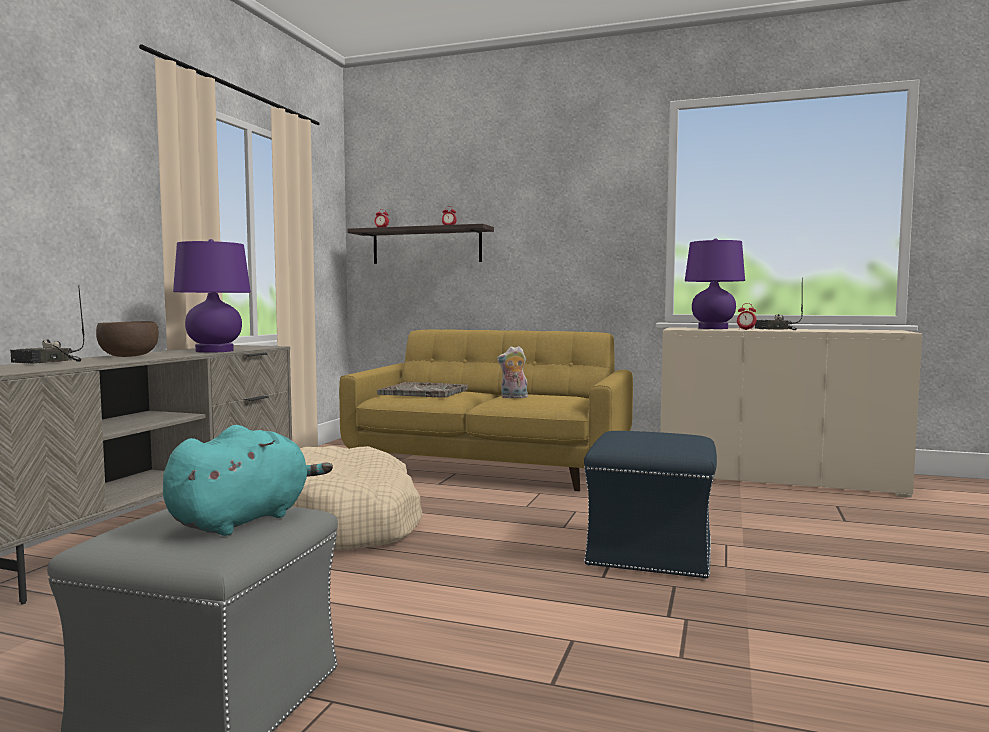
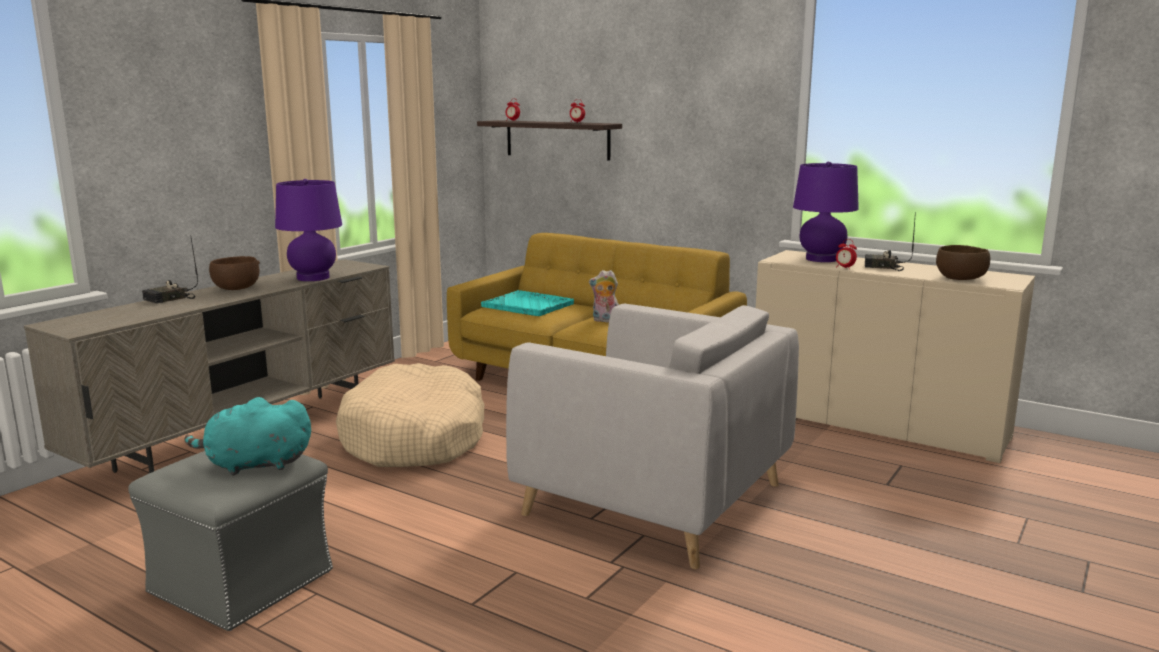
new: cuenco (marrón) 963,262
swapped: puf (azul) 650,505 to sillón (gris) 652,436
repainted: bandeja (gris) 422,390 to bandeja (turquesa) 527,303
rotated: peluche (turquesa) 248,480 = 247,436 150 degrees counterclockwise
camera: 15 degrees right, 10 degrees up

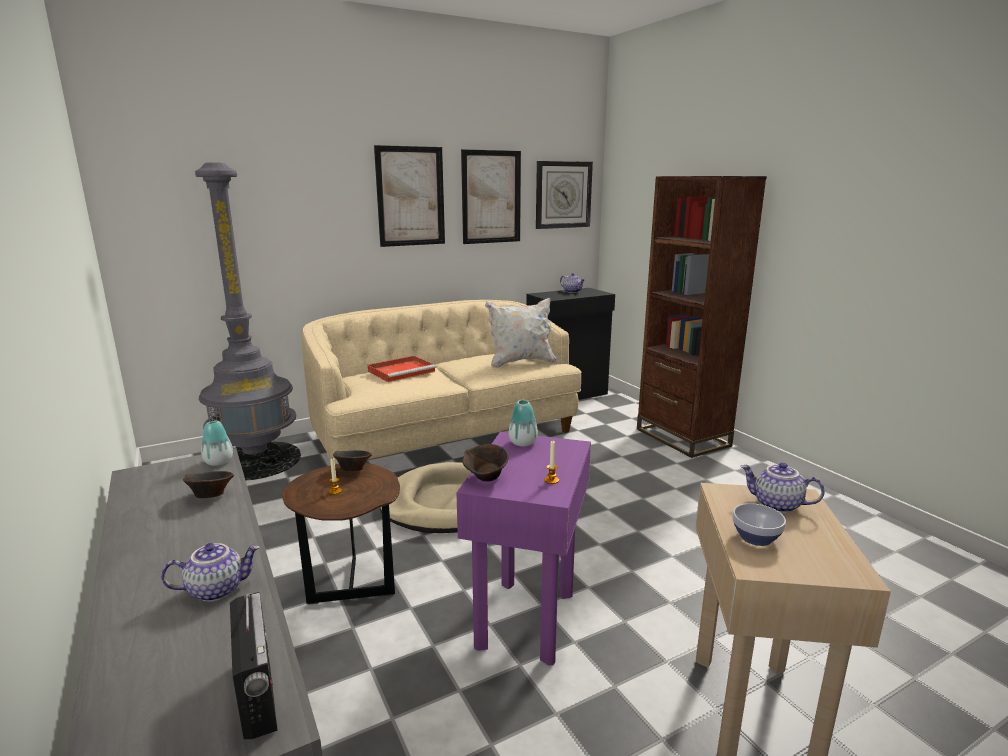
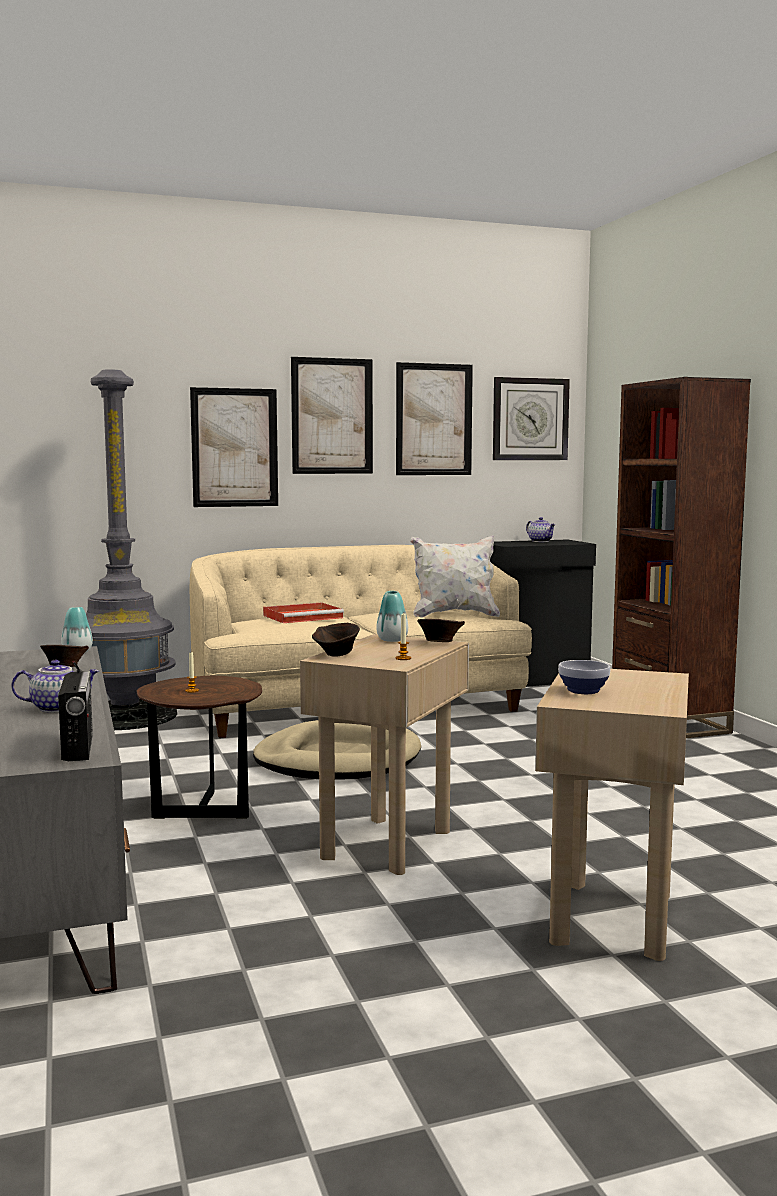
gone: tetera 782,487
new: cuadro 234,447
shifted: cuenco (marrón) 352,460 to 441,630
repainted: mesa auxiliar (morado) 523,548 to mesa auxiliar (beis) 384,754
camera: 10 degrees right, 10 degrees down

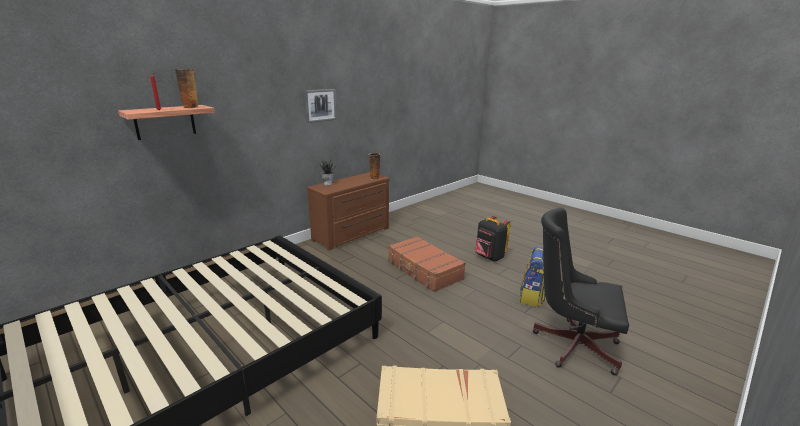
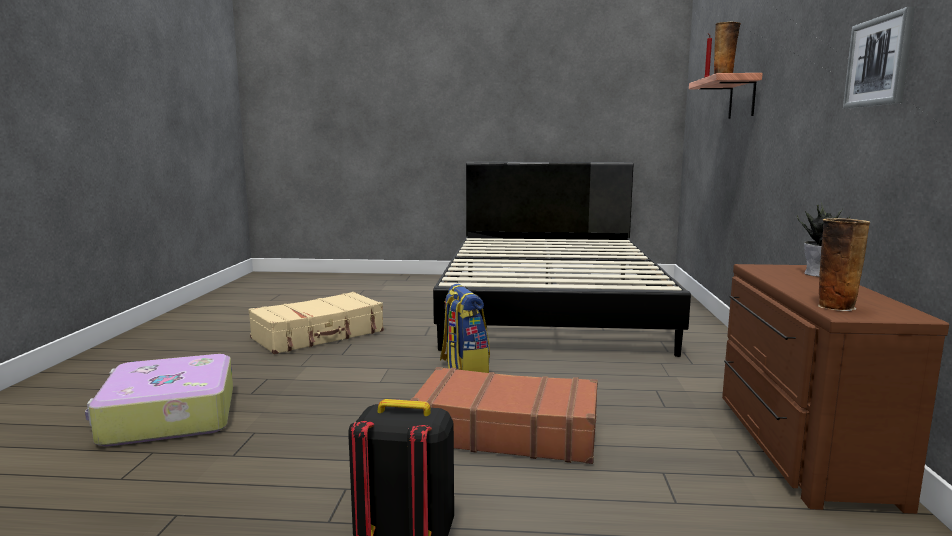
shifted: mochila 533,277 to 465,328
swapped: silla de oficina (negro) 581,291 to maleta 159,400
camera: 140 degrees right, 10 degrees down

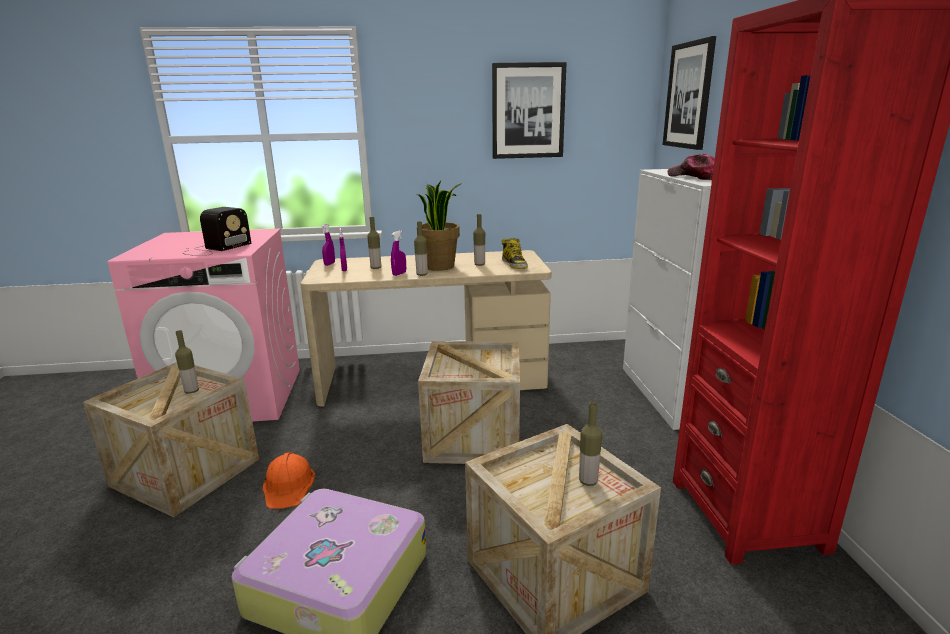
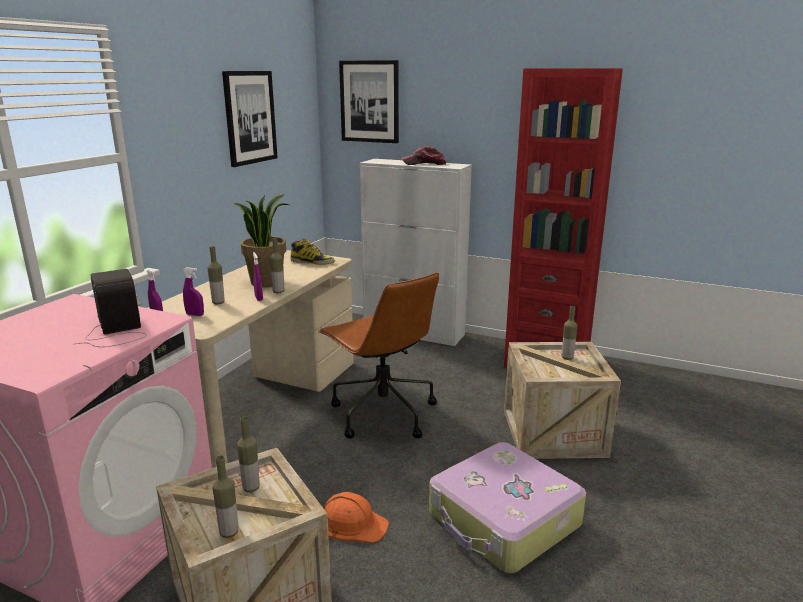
shifted: botella 479,240 to 225,496
swapped: caja de embalaje 469,402 to silla de oficina (marrón) 378,355
camera: 60 degrees left, 0 degrees up

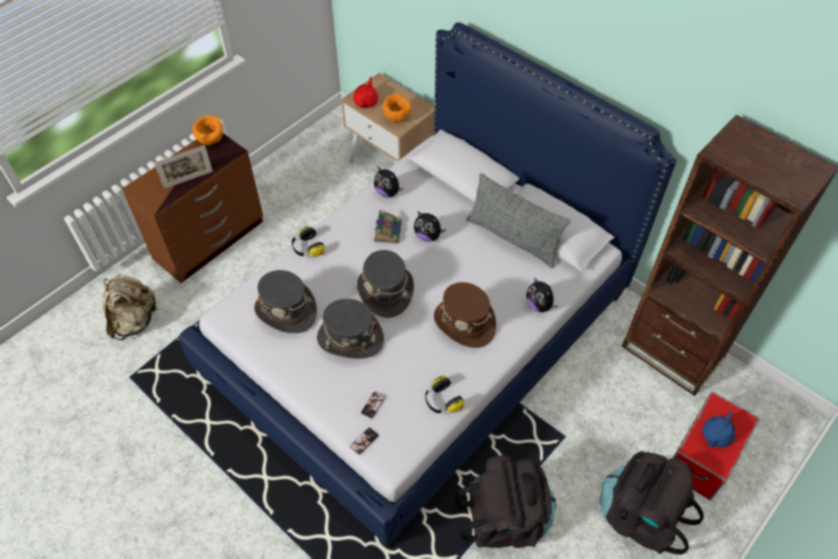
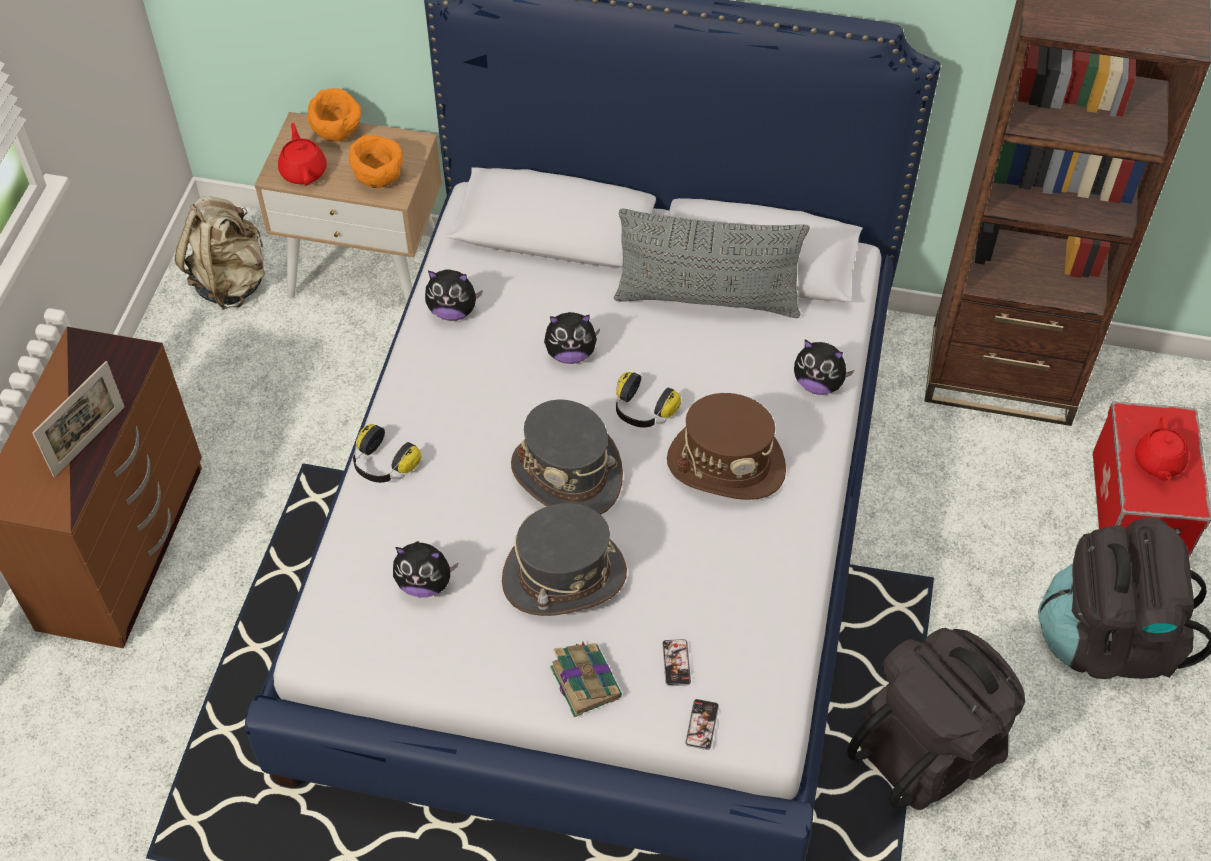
shifted: mochila (beis) 130,307 to 220,253; cuenco (naranja) 207,130 to 334,114; libro 388,227 to 586,679; auriculares 444,395 to 648,400
swapped: sombrero (gris) 285,301 to peluche 426,569
repainted: tetera (azul) 719,429 to tetera (rojo) 1162,449
camera: 30 degrees left, 0 degrees up

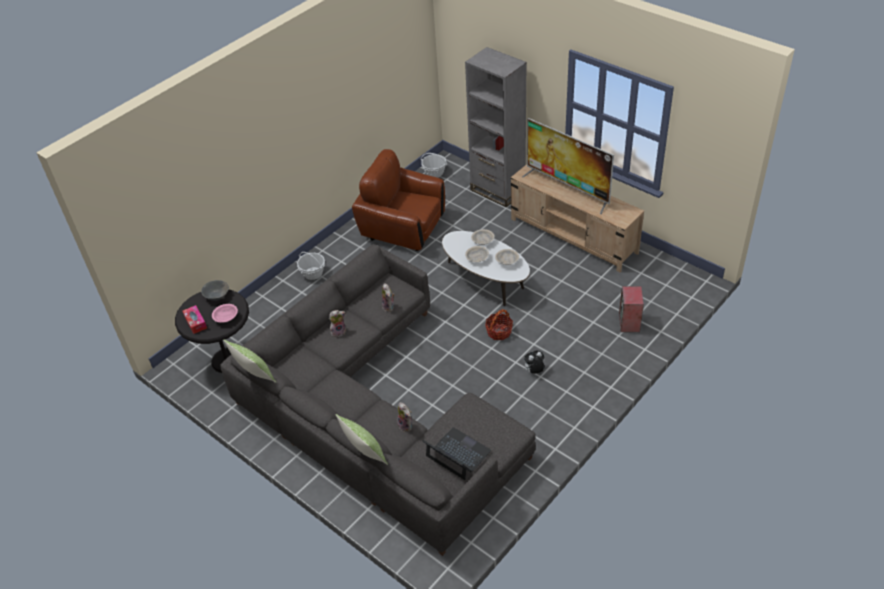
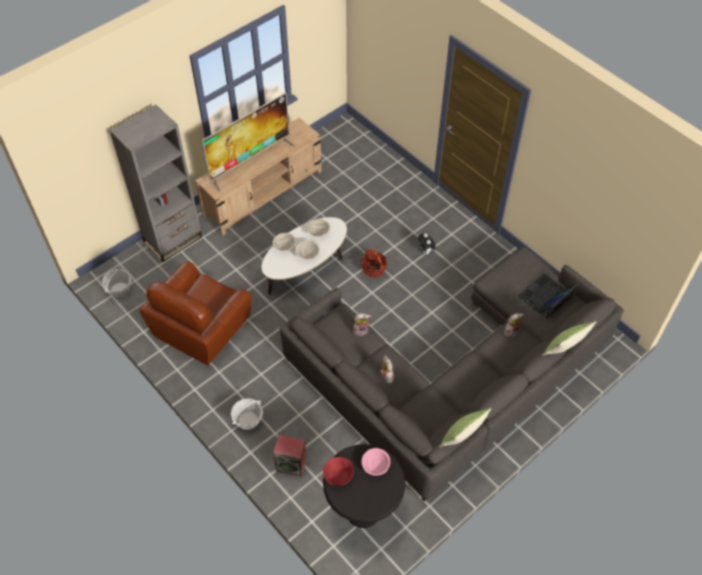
gone: caja de pañuelos 194,319
shifted: altavoz 631,309 to 290,455
repainted: cuenco (gris) 215,290 to cuenco (rojo) 338,471
camera: 85 degrees left, 10 degrees up

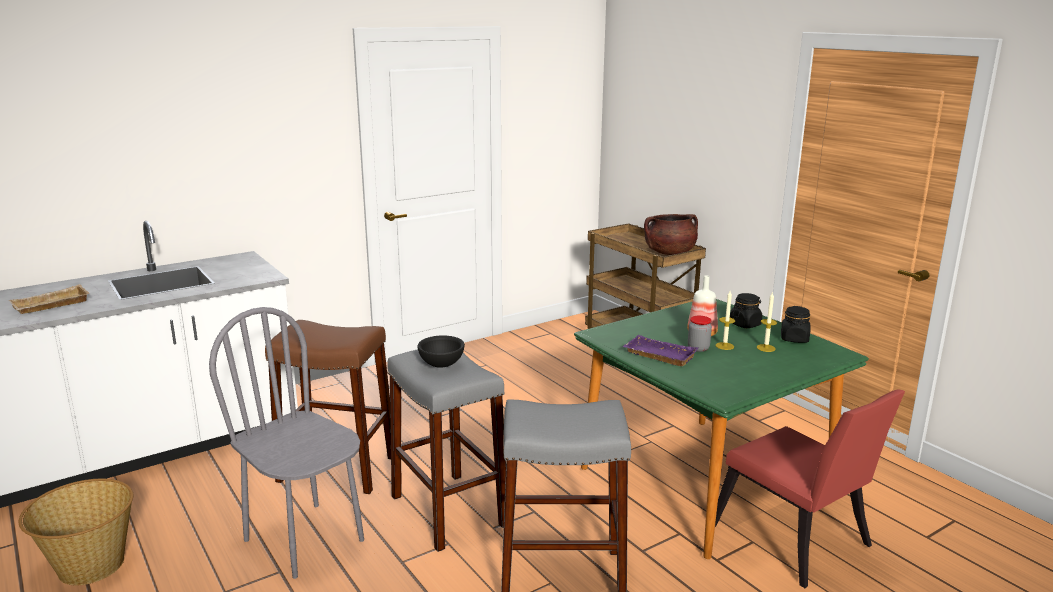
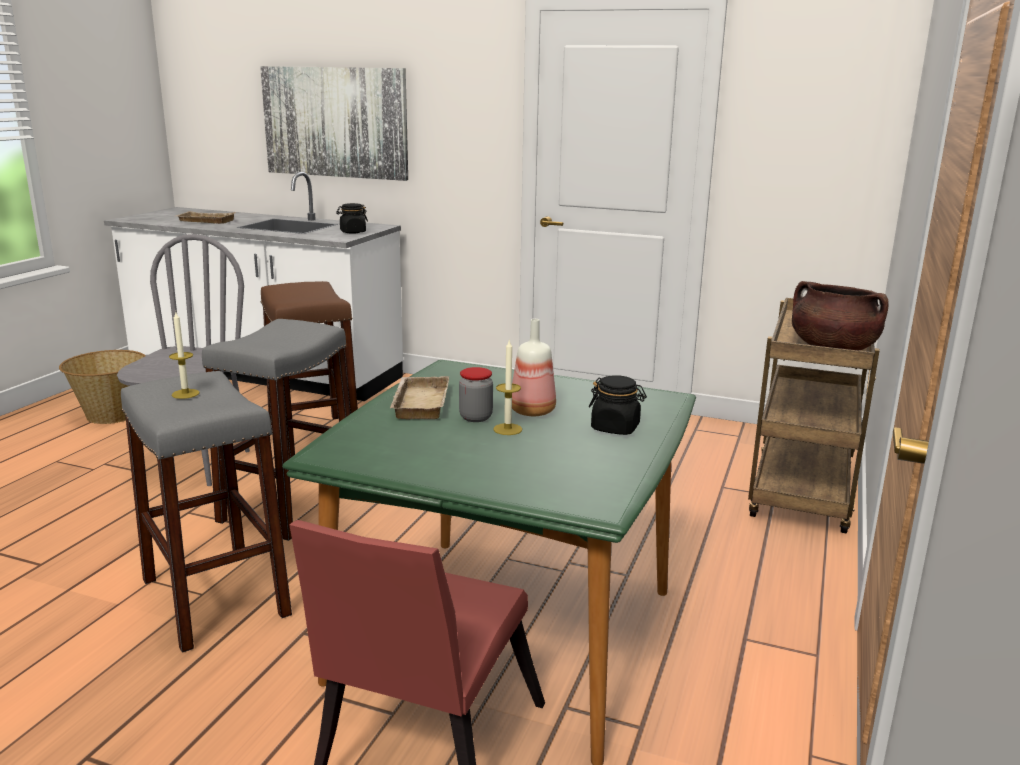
gone: cuenco (negro) 441,351
new: cuadro 334,123
shifted: vela 767,322 to 184,355; tarro (negro) 796,324 to 352,218
repainted: bandeja (morado) 660,350 to bandeja (beis) 419,398
camera: 55 degrees right, 0 degrees up

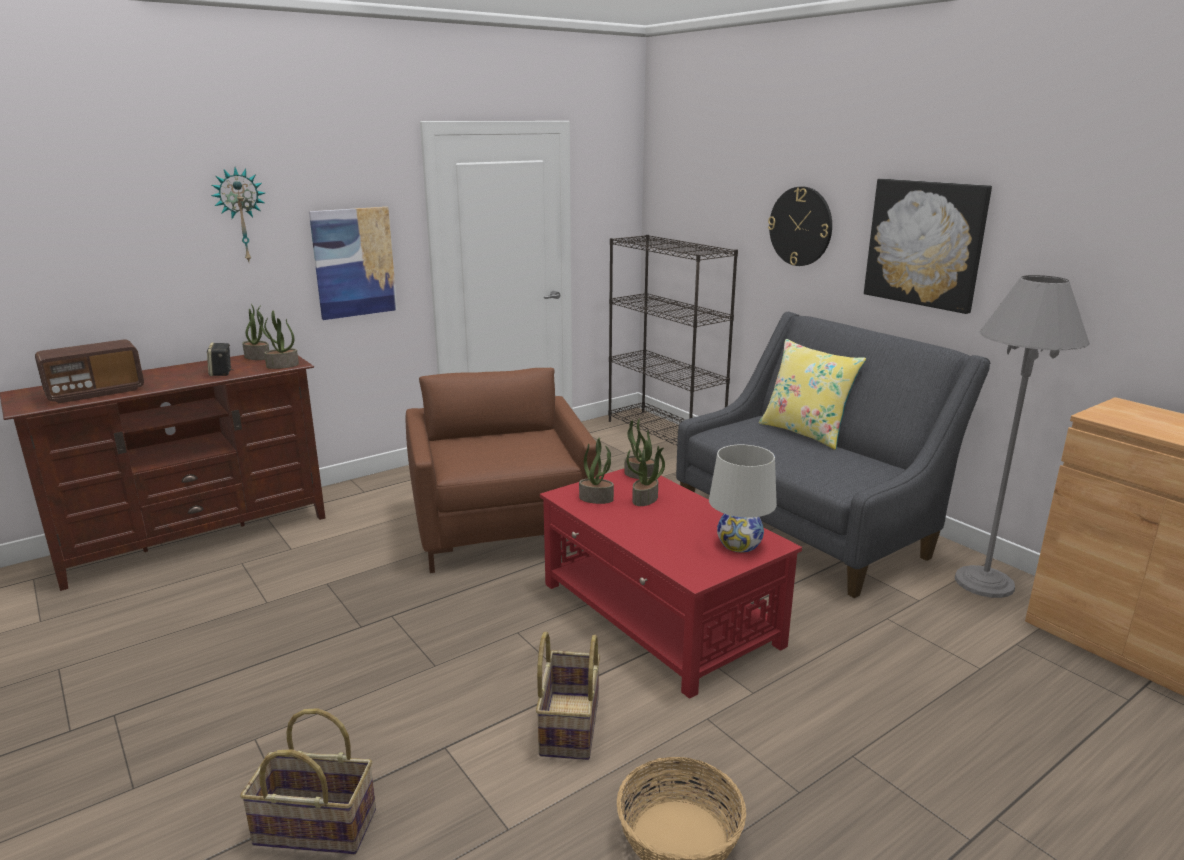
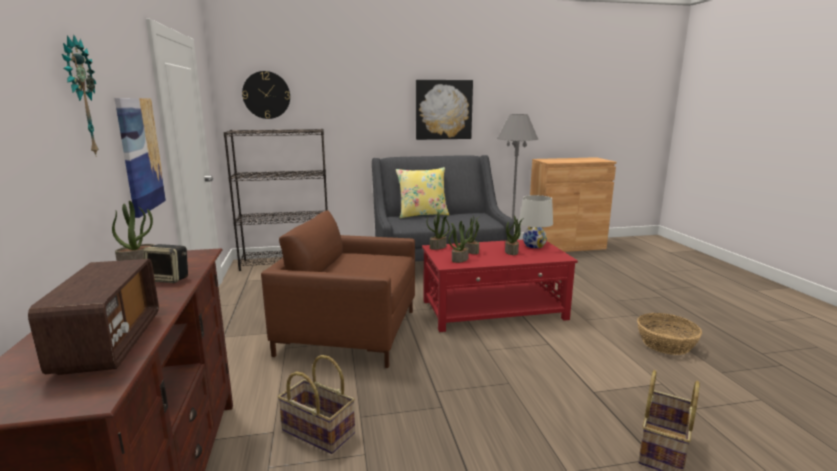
shifted: planta en maceta 279,340 to 514,235; cesta 568,695 to 316,404; reloj de pared 800,226 to 266,95
camera: 65 degrees left, 5 degrees down

